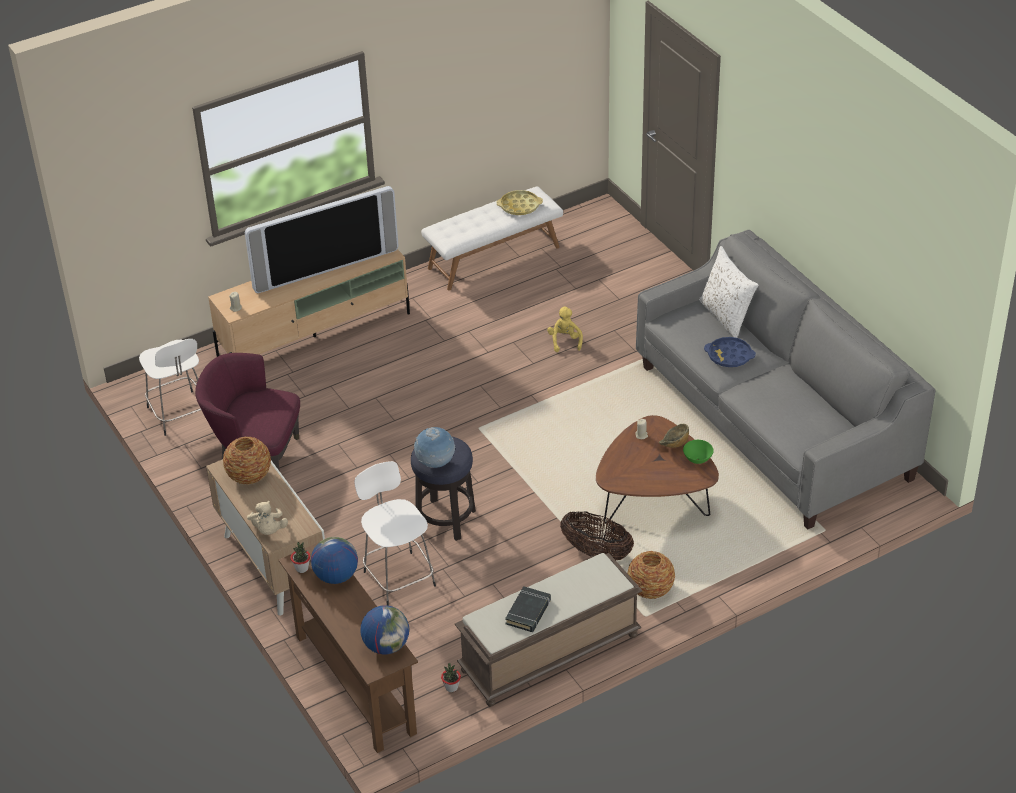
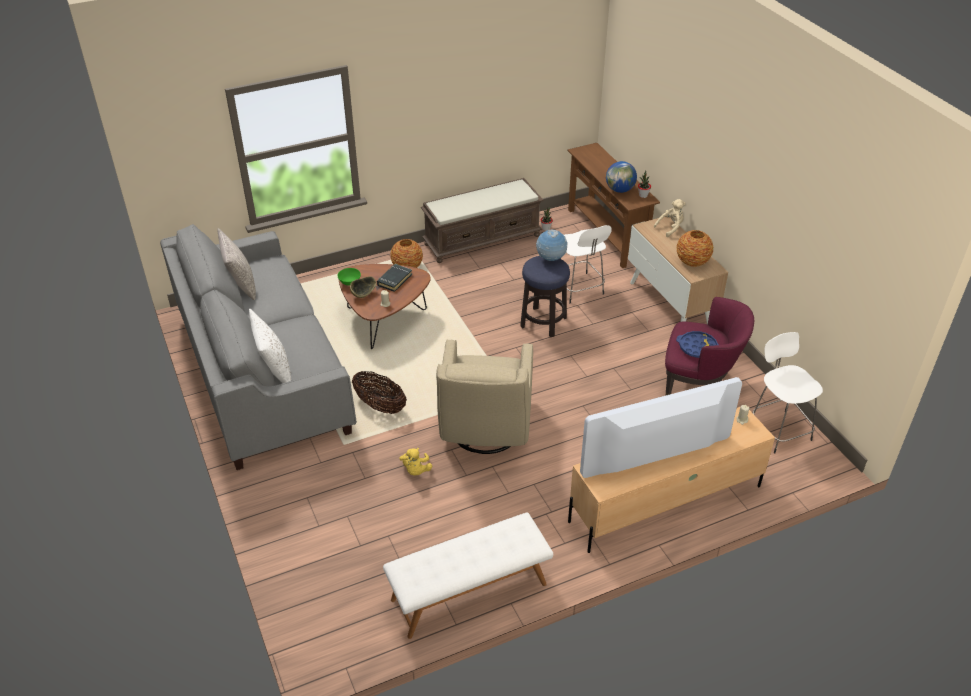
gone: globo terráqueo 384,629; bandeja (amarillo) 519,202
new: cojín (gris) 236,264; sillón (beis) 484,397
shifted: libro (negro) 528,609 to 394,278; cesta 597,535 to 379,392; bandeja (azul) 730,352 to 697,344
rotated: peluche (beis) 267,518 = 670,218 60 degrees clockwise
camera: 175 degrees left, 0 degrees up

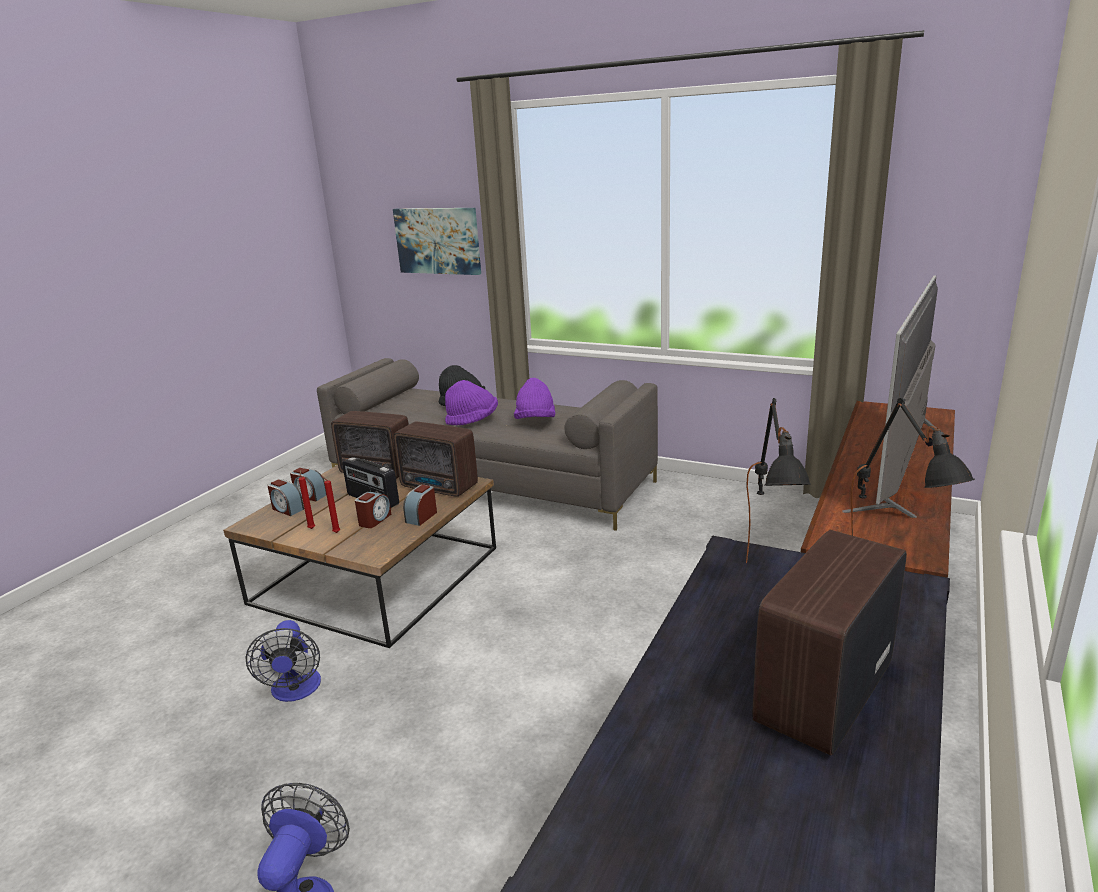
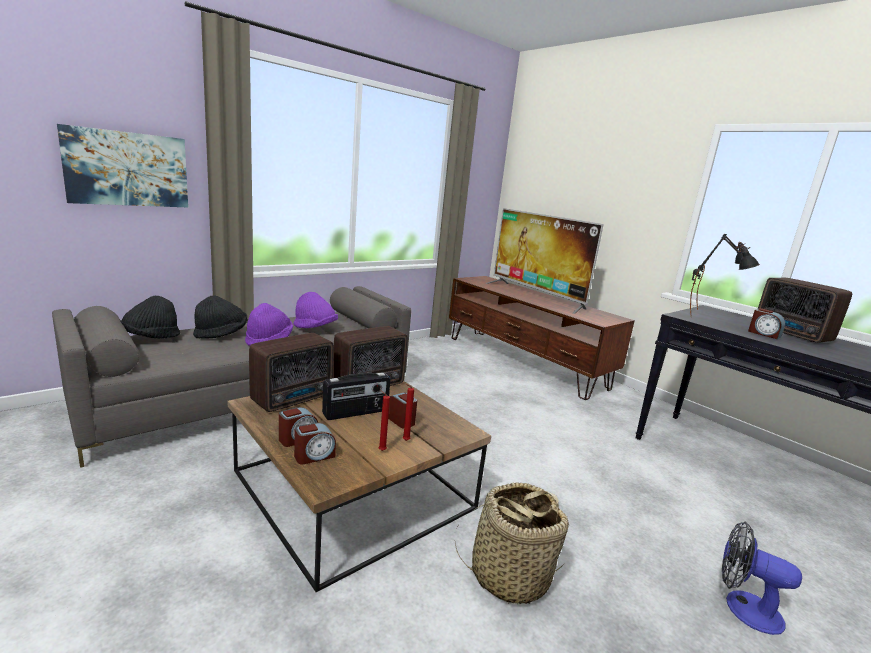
new: sombrero (negro) 150,317
shifted: despertador 420,505 to 766,323
swapped: ventilador 283,661 to cesta 513,543
camera: 70 degrees left, 5 degrees down

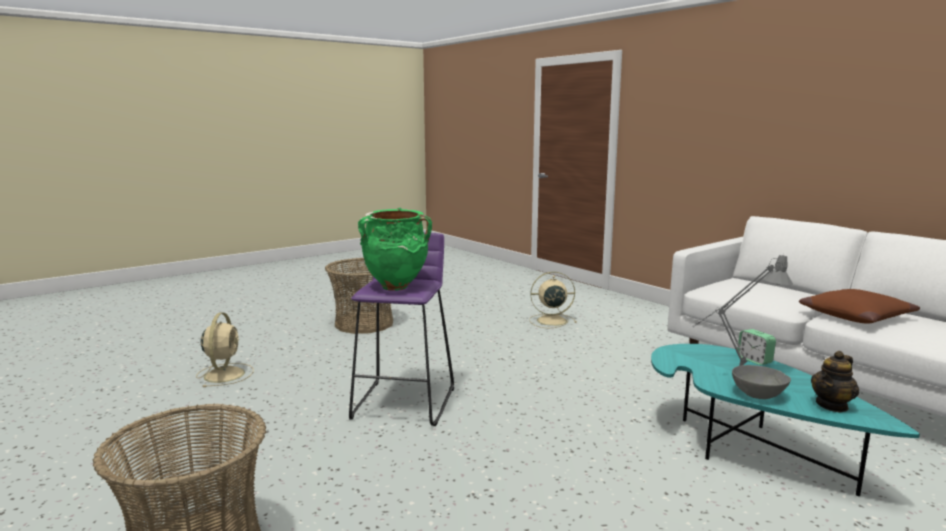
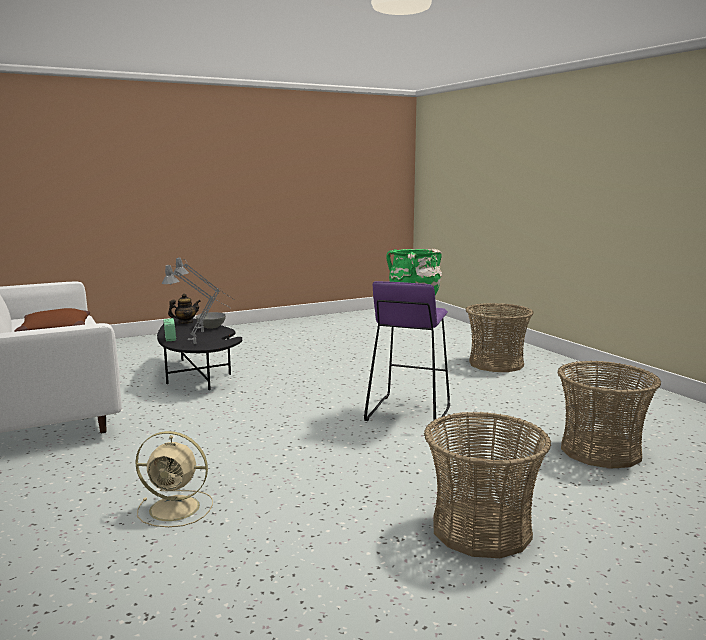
new: lámpara de mesa (gris) 195,304
swapped: ventilador (beis) 224,350 to cesta 609,415
repainted: mesa de centro (turquesa) 785,420 to mesa de centro (negro) 199,353
camera: 170 degrees left, 0 degrees up

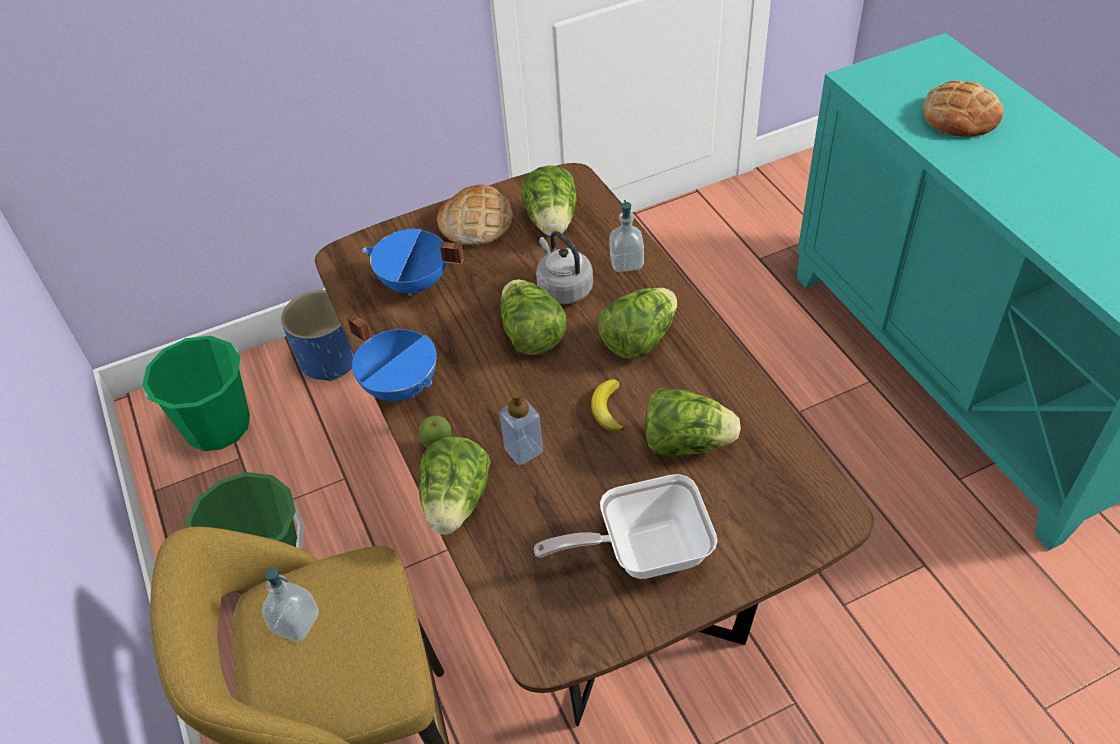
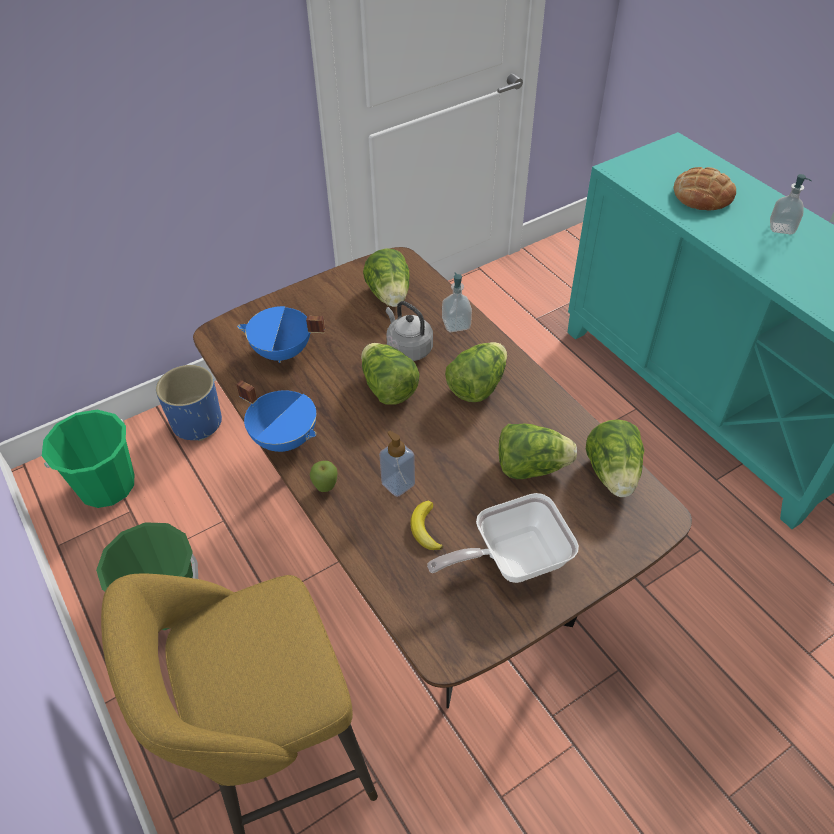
gone: pan 475,214
shifted: dispensador de jabón 290,605 to 791,204; lechuga 455,486 to 615,458; plátano 608,405 to 426,525
camera: 10 degrees left, 0 degrees up

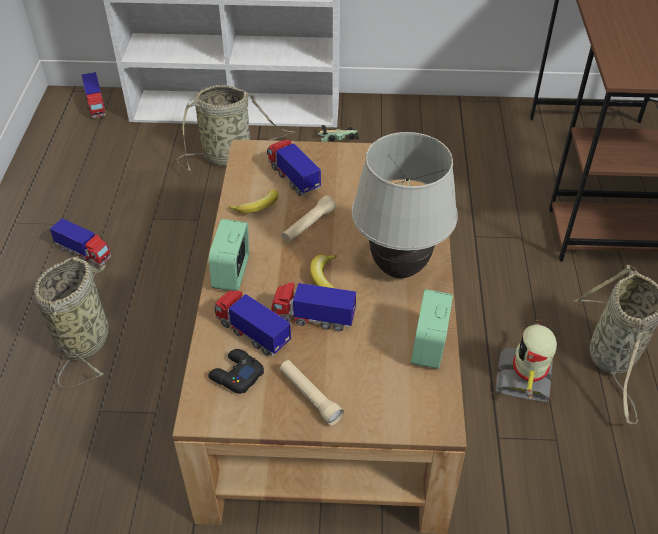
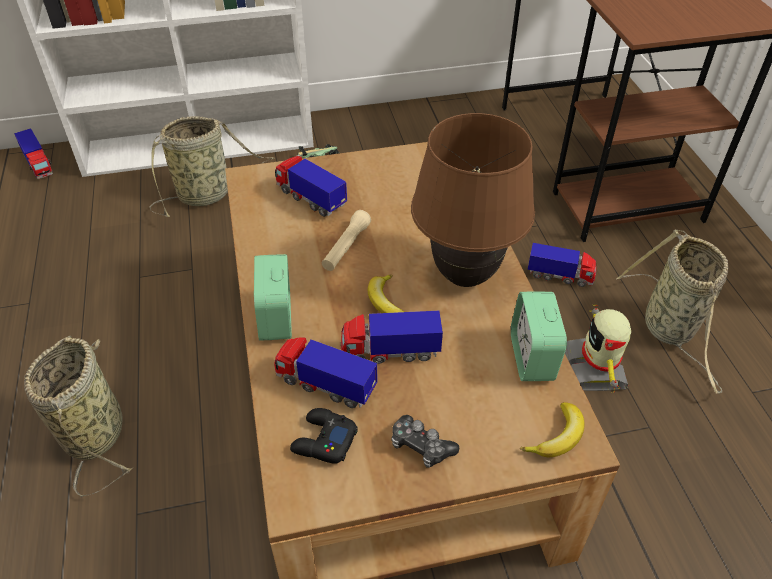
shifted: camión de juguete 80,242 to 561,265; plátano 253,202 to 552,429
swapped: linterna (beis) 312,392 to mando de consola 425,441
repainted: lámpara de mesa (blanco) 405,205 to lámpara de mesa (marrón) 473,200
camera: 15 degrees left, 0 degrees up

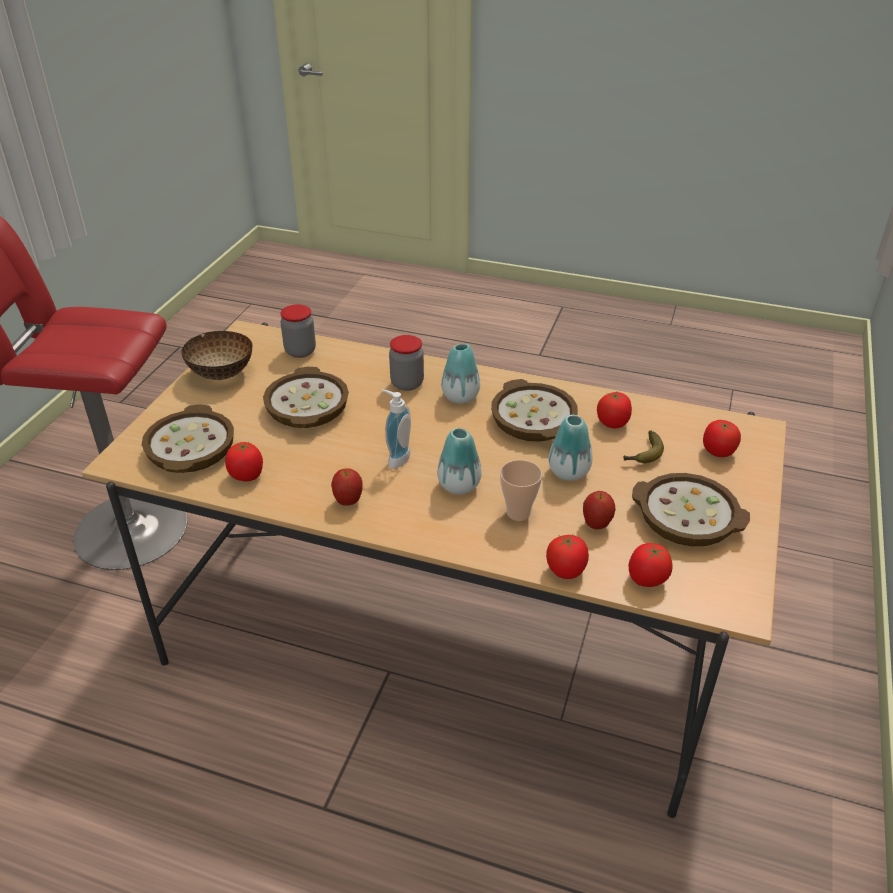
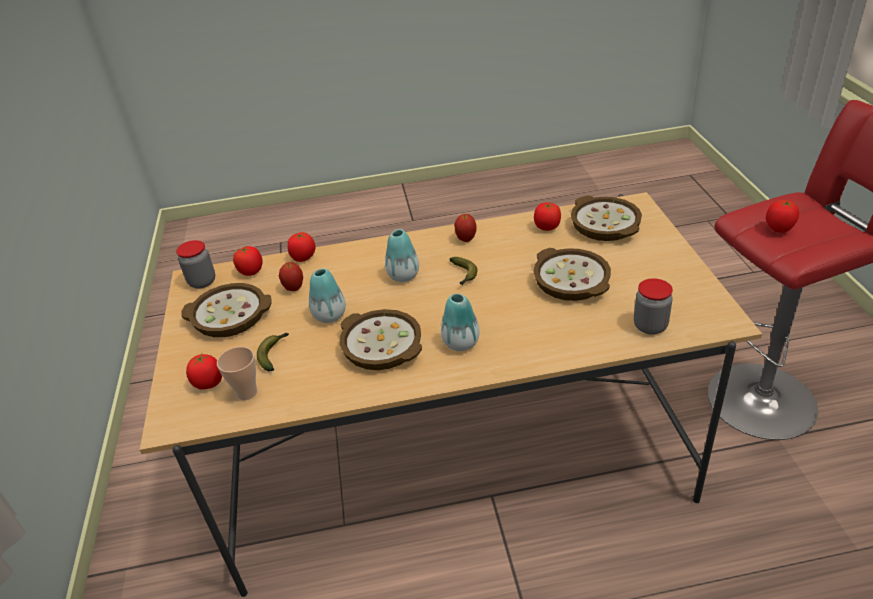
gone: cuenco 217,355
shifted: tarro 406,363 to 195,264; taza 521,490 to 237,373; tomate 614,410 to 782,216
swapped: dispensador de jabón 396,429 to plátano 464,271
camera: 155 degrees right, 0 degrees up

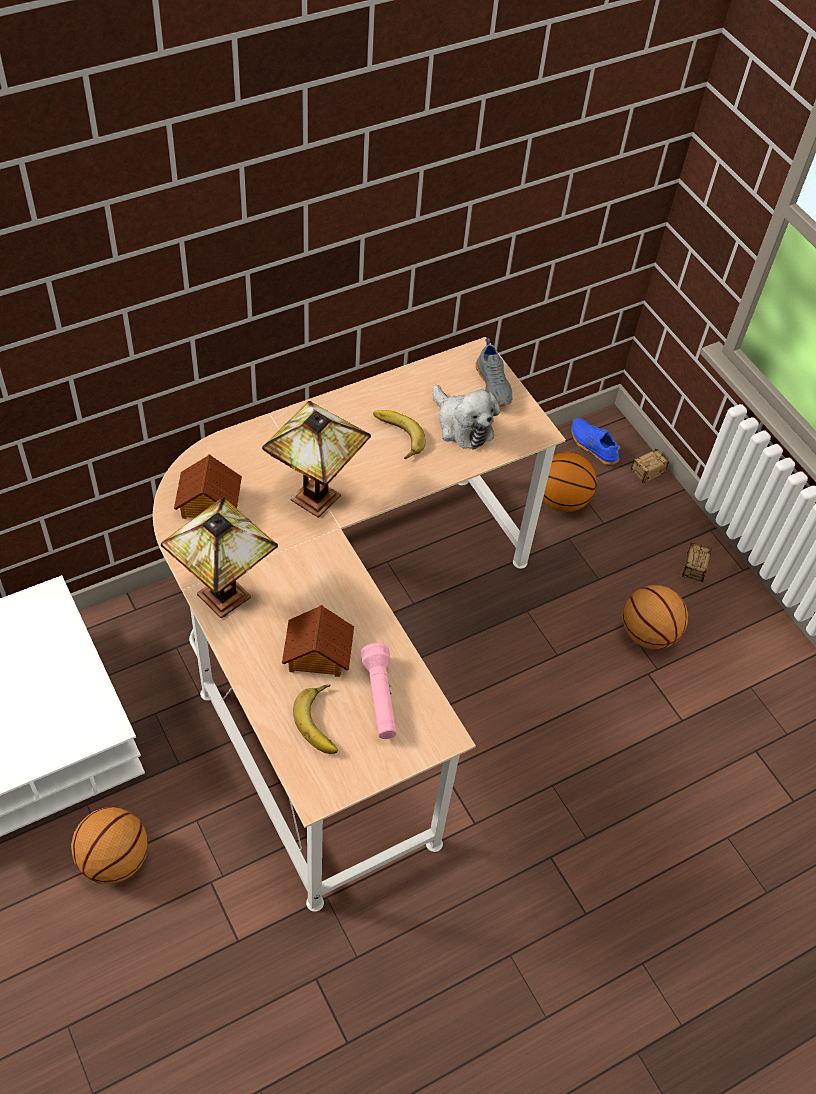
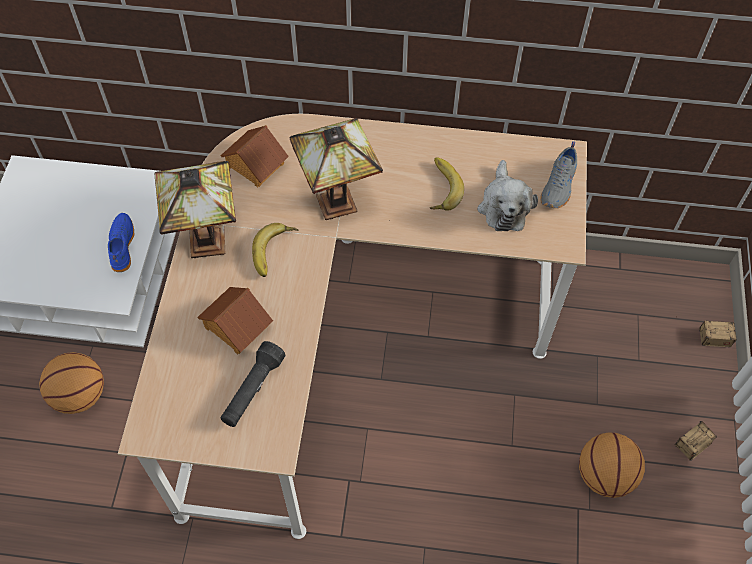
gone: balón de baloncesto 570,482
shifted: plátano 315,719 to 275,250; zapato (azul) 596,441 to 121,242
repainted: linterna (rosa) 378,691 to linterna (negro) 253,384
camera: 40 degrees right, 5 degrees up

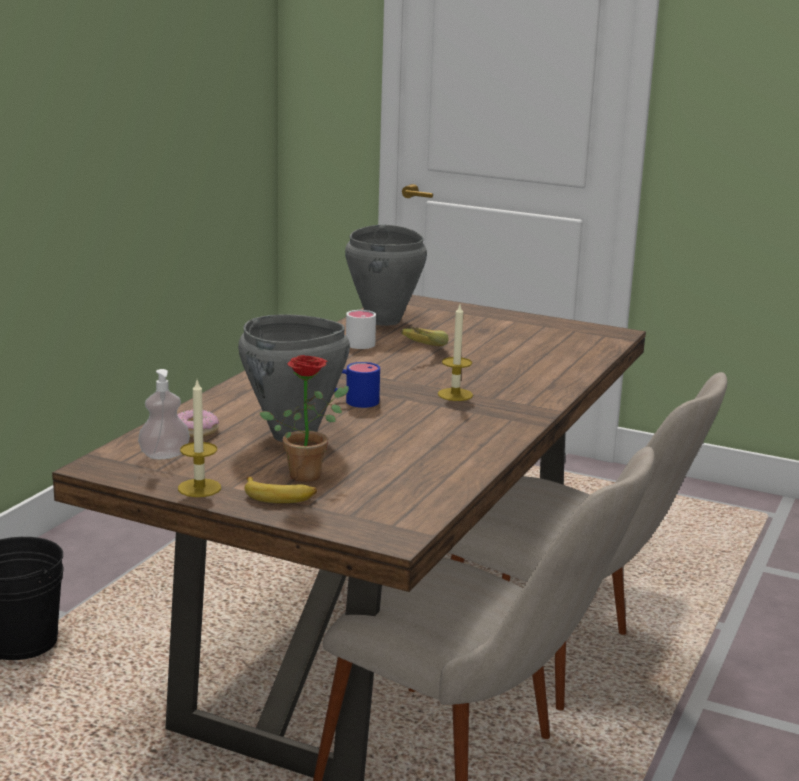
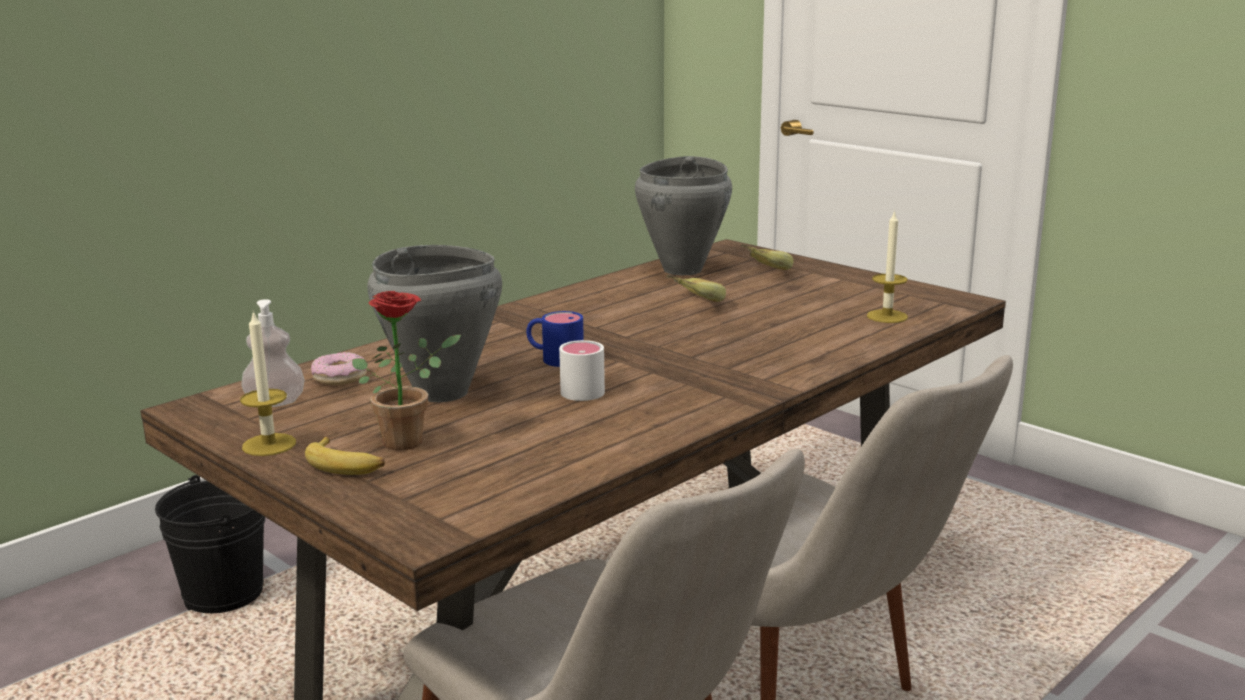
new: plátano 766,257
shifted: taza grande (blanco) 361,329 to 582,370; vela 455,353 to 887,266
camera: 20 degrees right, 0 degrees up

